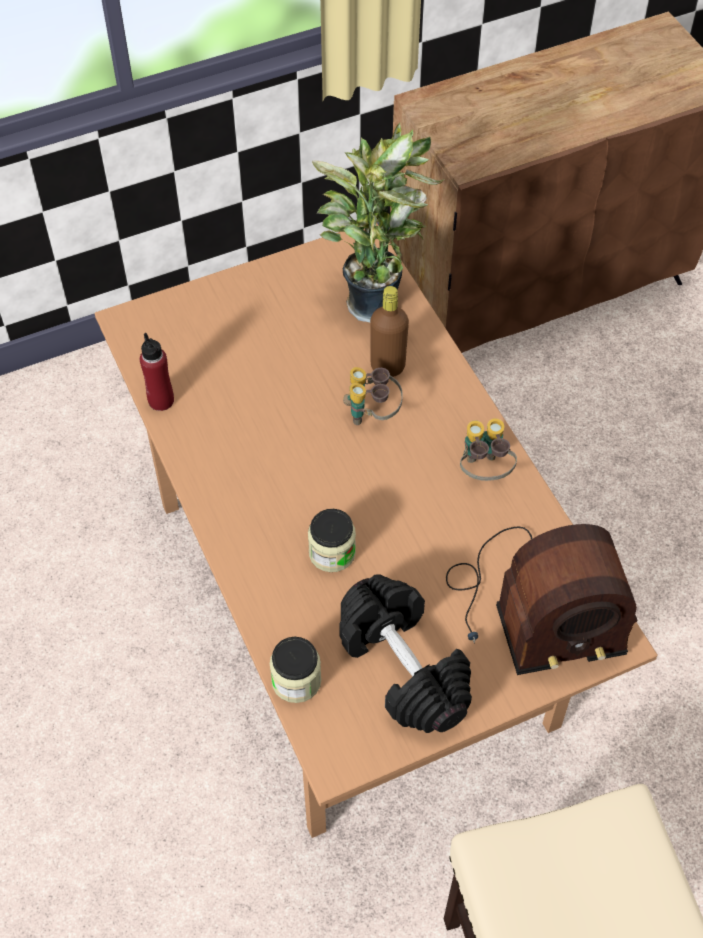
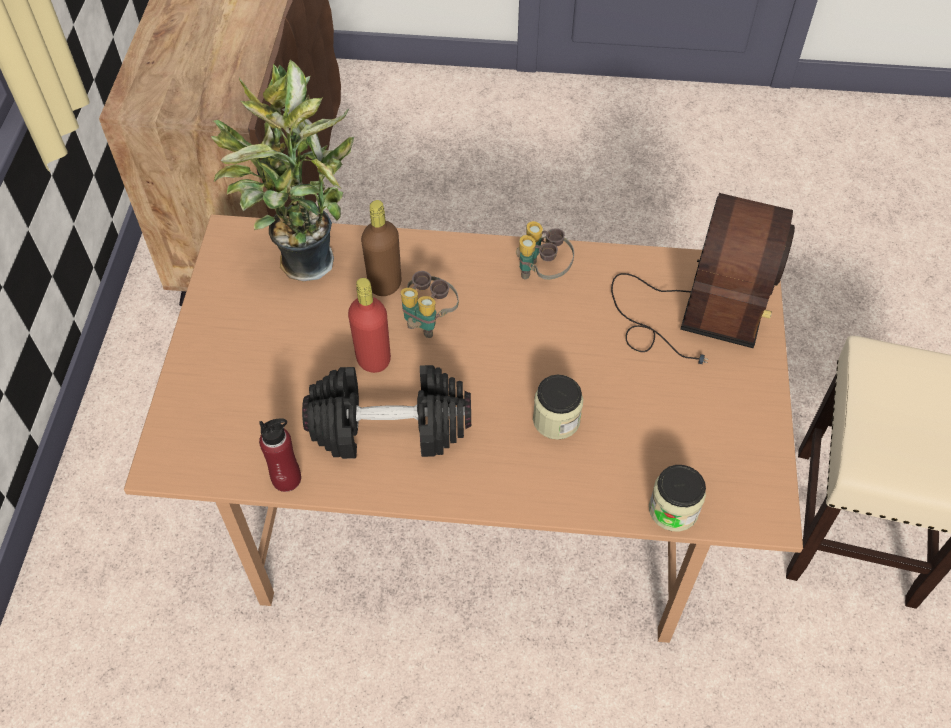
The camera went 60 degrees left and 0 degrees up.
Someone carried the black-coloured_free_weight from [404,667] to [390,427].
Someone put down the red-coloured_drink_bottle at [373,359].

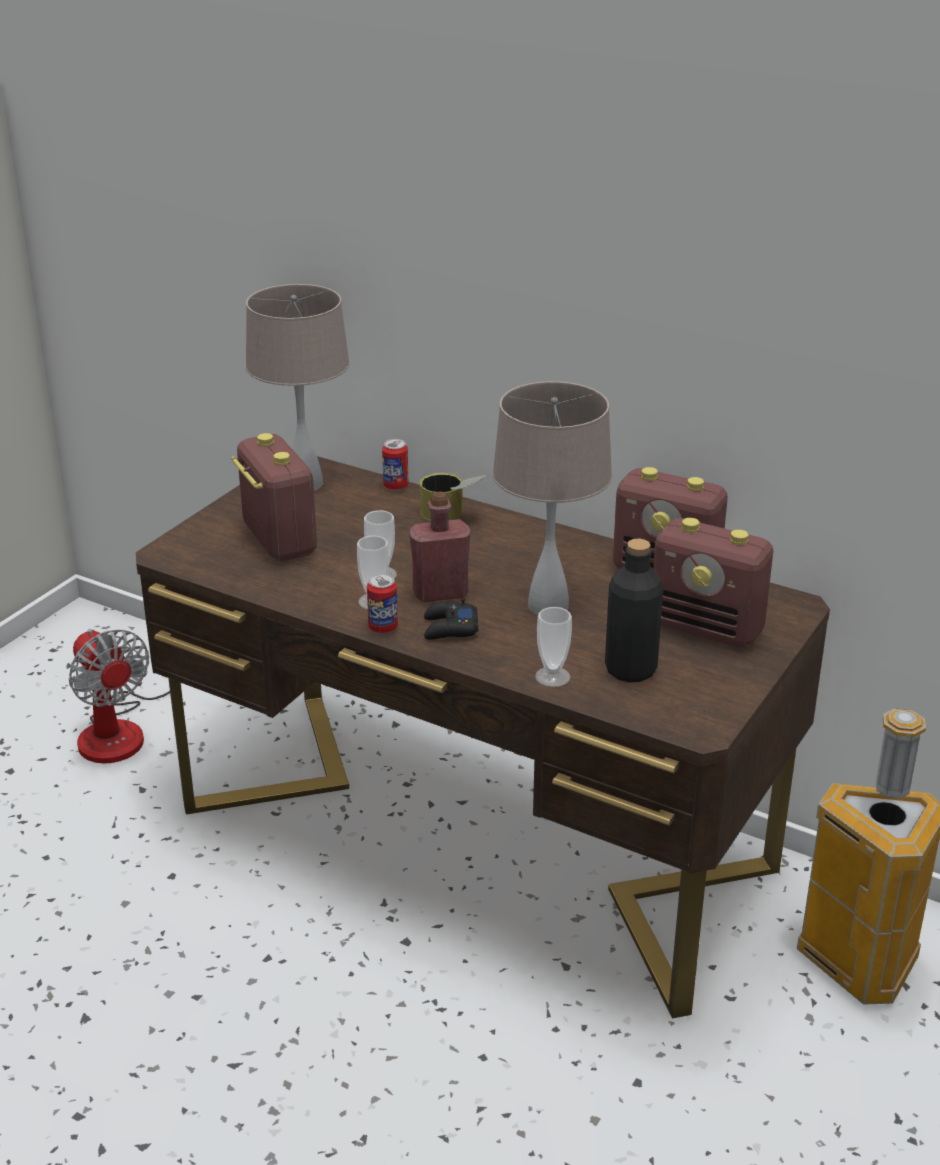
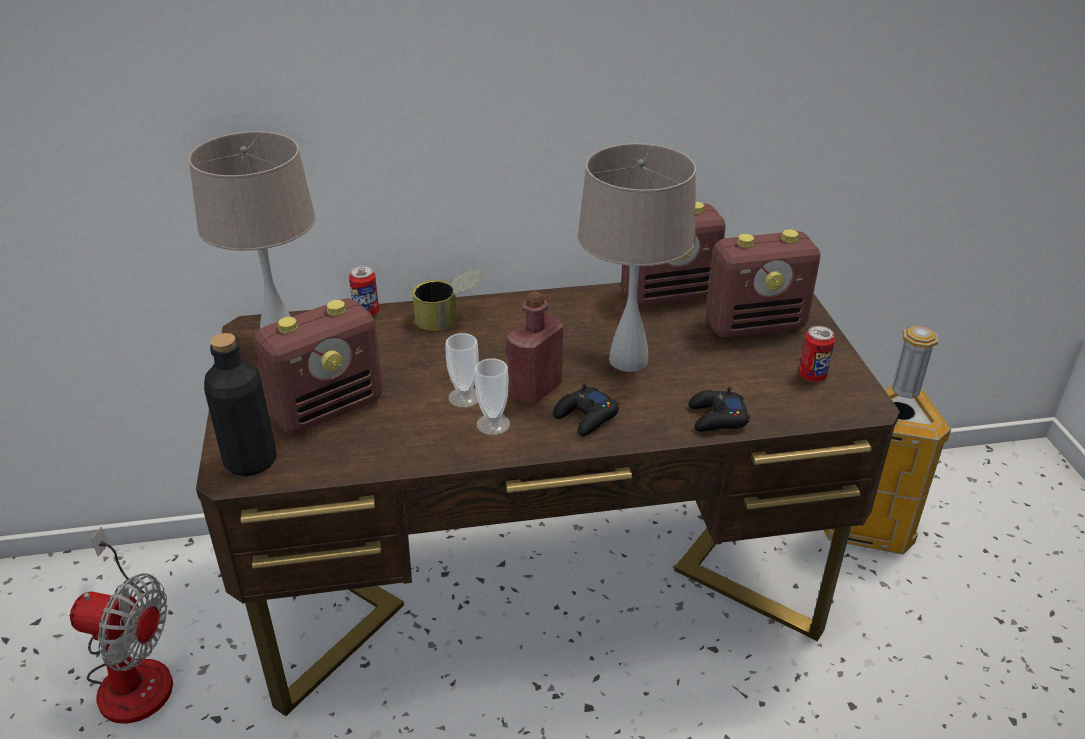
The camera went 40 degrees left and 5 degrees up.
Someone rotated the radio_set at [278,540] by 120 degrees clockwise.
Someone carried the metal_can from [383,628] to [812,376].
Someone swapped the drinking_cup at [552,677] for the black-coloured_gamepad at [716,418].
Someone carried the black-coloured_drink_bottle from [630,670] to [251,461].

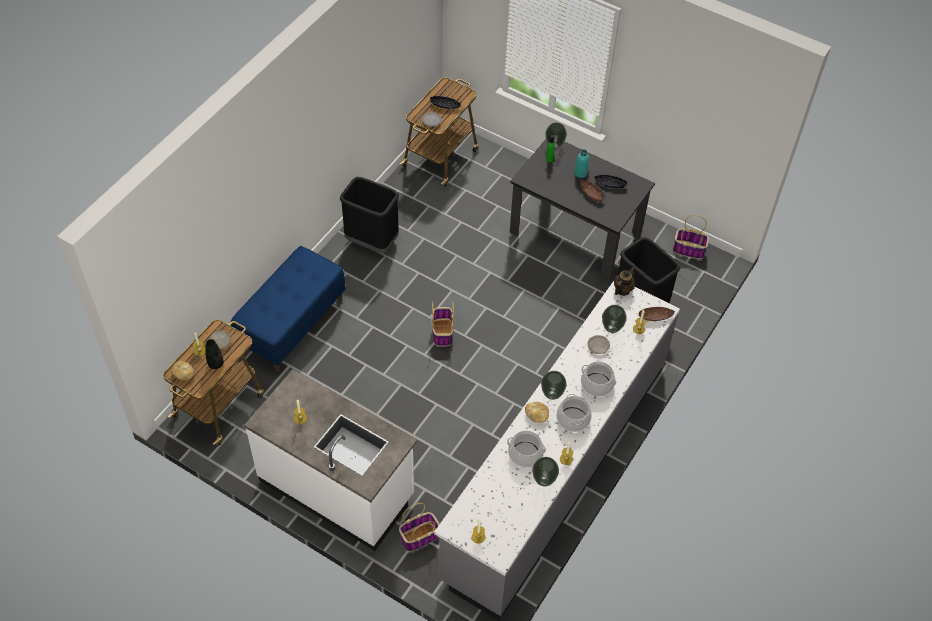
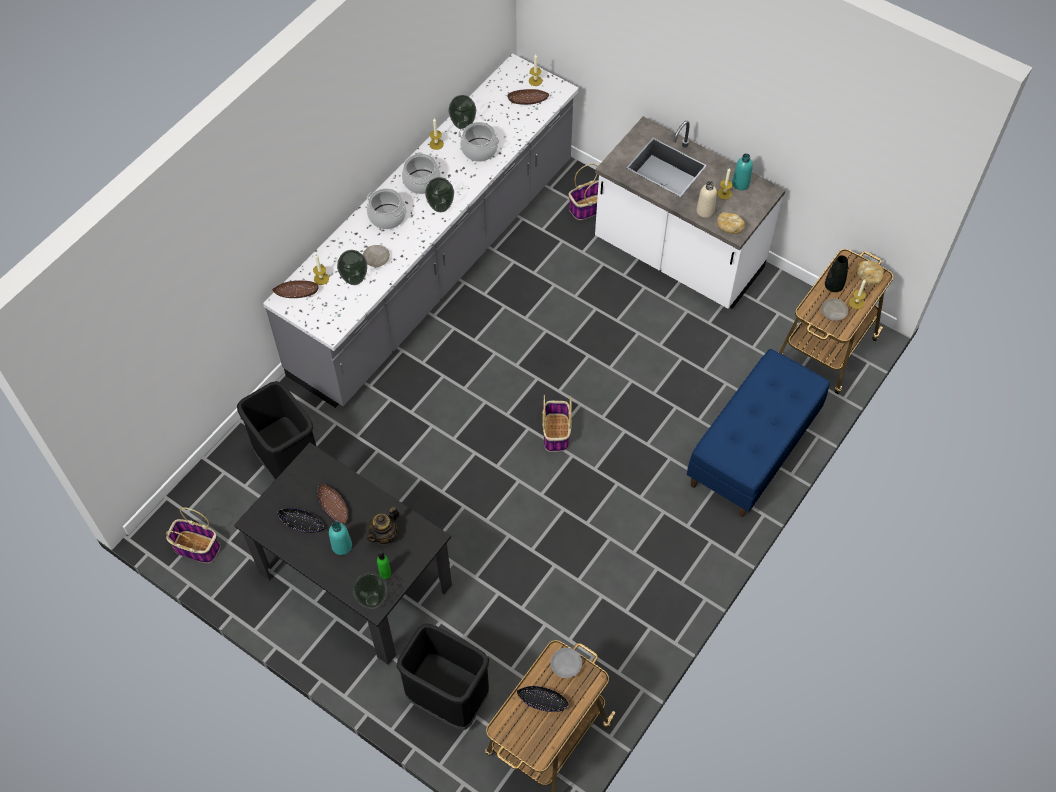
The camera went 175 degrees left and 5 degrees up.
Someone carried the black-coloured_rubbish_bin from [372,241] to [447,699].
Someone carried the bakery_bread from [537,415] to [729,227].
Someone carried the teapot from [622,290] to [384,535].
Someone put down the brown-coloured_deep_dish at [528,100].
Someone put down the beige-coloured_drink_bottle at [705,211].
Someone put down the turquoise_drink_bottle at [740,183].

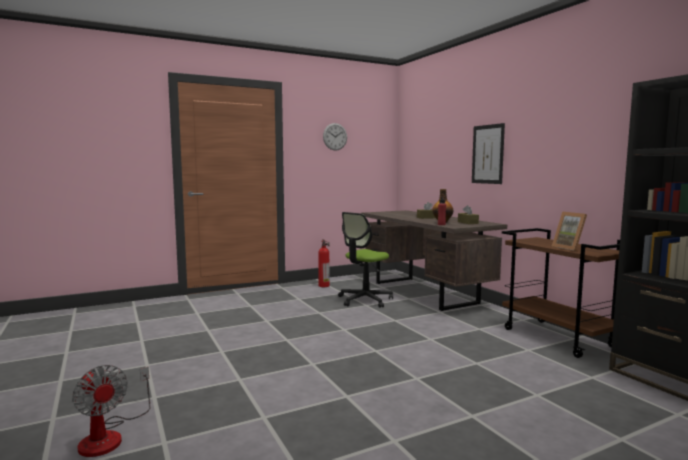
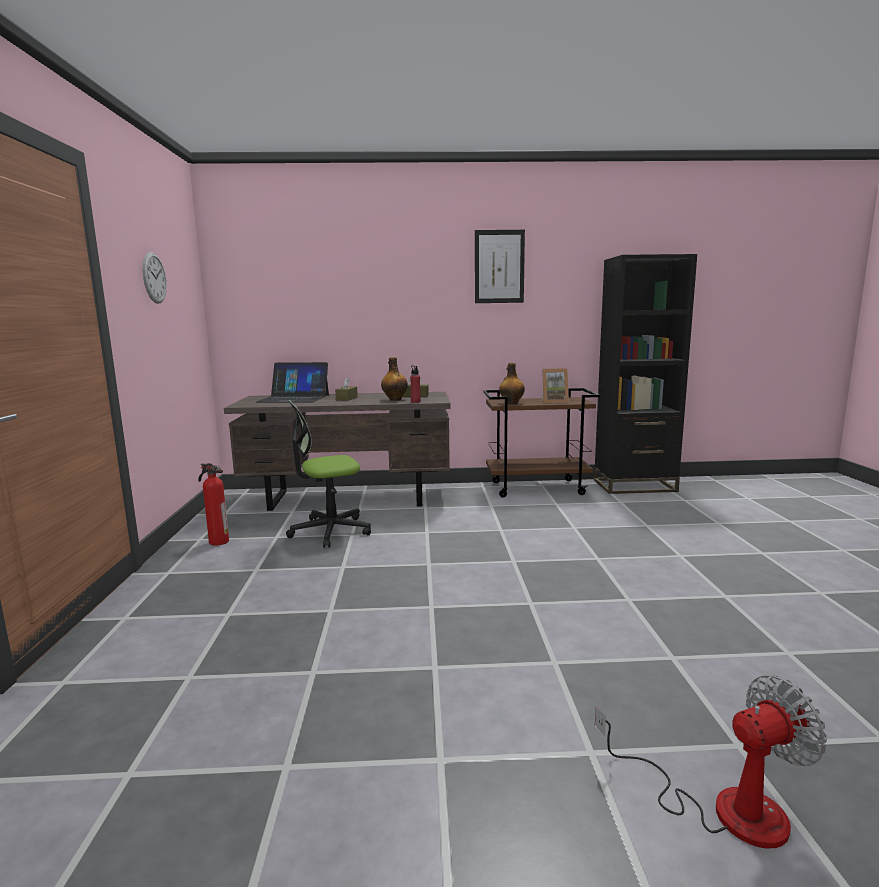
The camera went 65 degrees left and 5 degrees up.
Someone rotated the computer_chair at [364,300] by 90 degrees clockwise.
Someone carried the wall_picture from [487,154] to [499,267].
Someone put down the laptop at [294,398].
Someone put down the drink_bottle at [511,403].

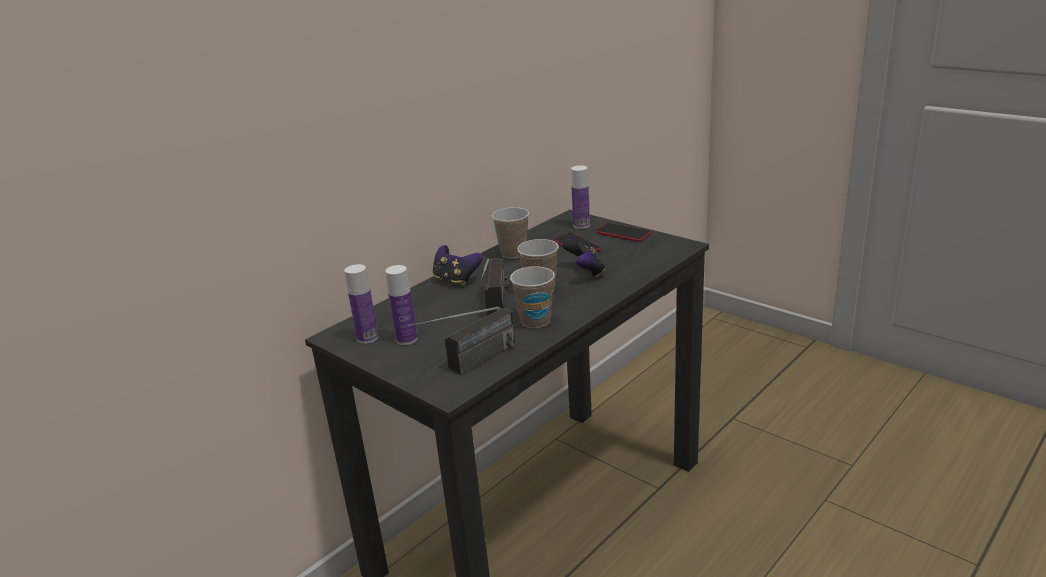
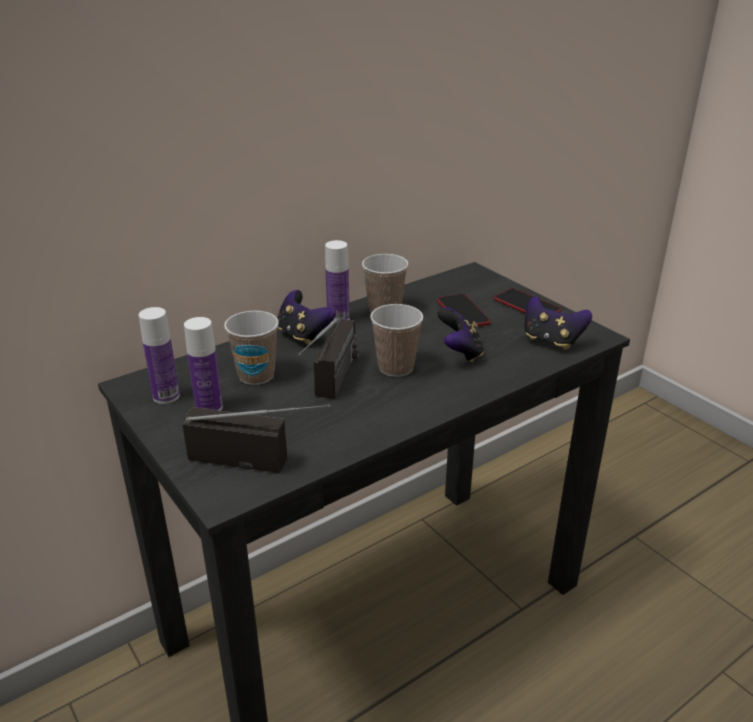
The camera went 10 degrees right and 5 degrees up.
Someone rotated the radio_set at [469,365] by 135 degrees counterclockwise.
Someone carried the drinking_cup from [535,321] to [256,375].
Someone carried the drink_bottle from [581,225] to [338,319].
Someone put down the gamepad at [551,340].

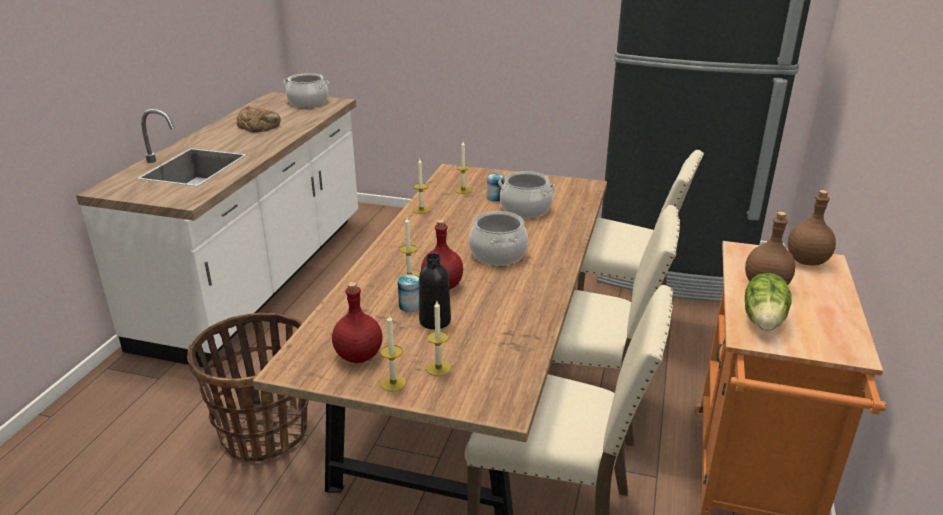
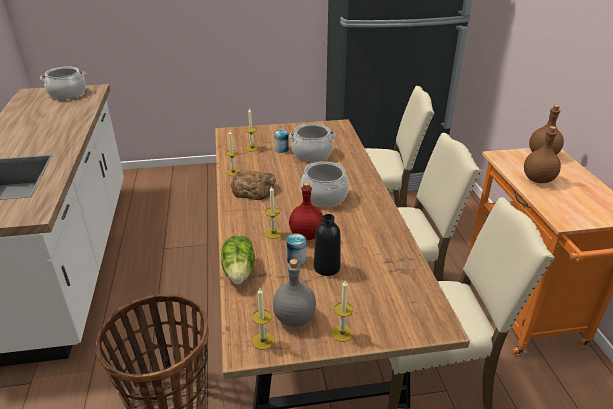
The camera went 25 degrees left and 5 degrees up.
Someone carried the bakery_bread from [259,125] to [253,189].
Someone repainted the red-coloured_drink_bottle at [358,356], which became the gray_drink_bottle at [294,318].
Someone carried the candle from [438,368] to [263,341].
Someone carried the lettuce_head from [764,320] to [240,271].

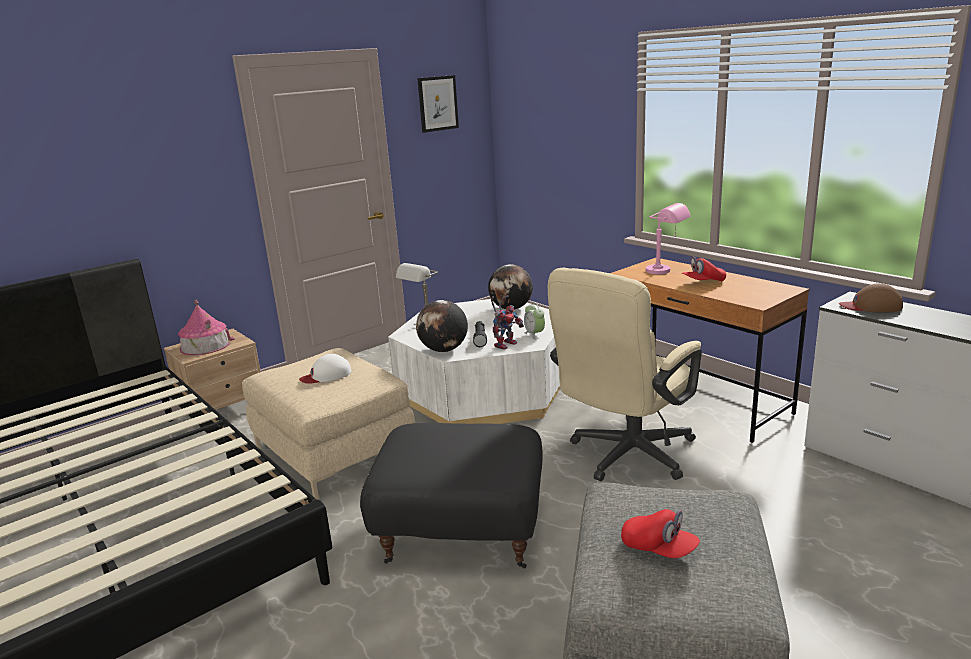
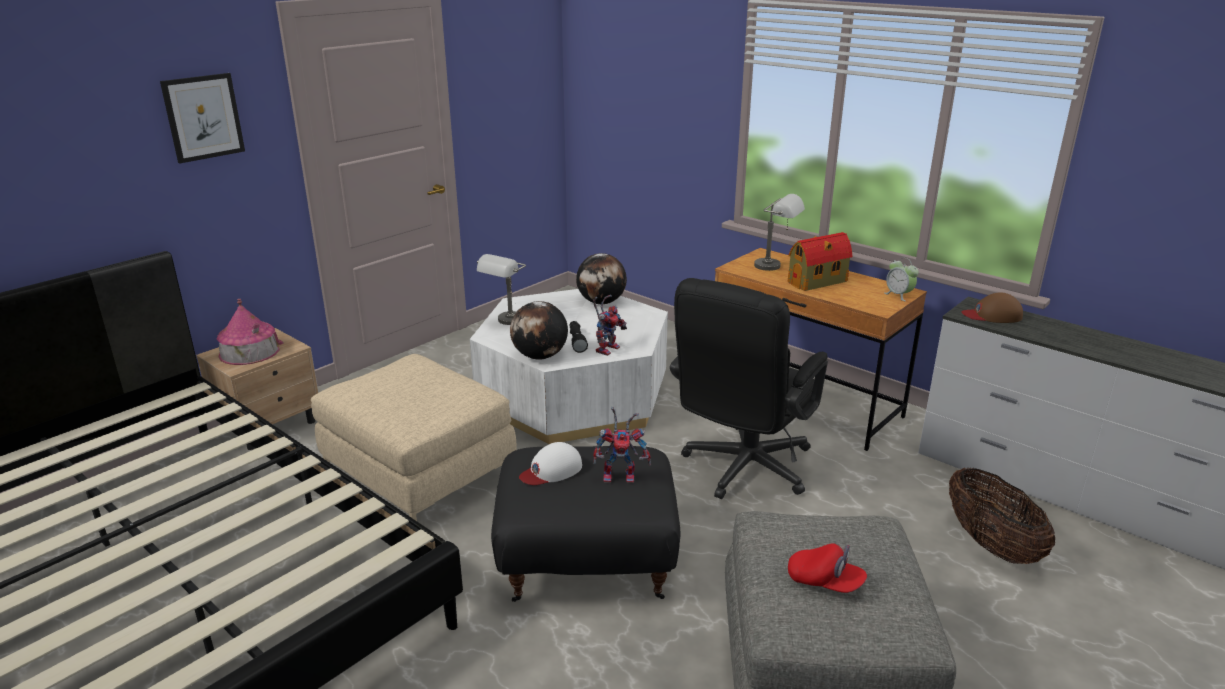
The camera went 10 degrees left and 5 degrees up.
Someone carried the white_baseball_cap from [326,375] to [551,470].
Someone carried the wall_picture from [437,103] to [203,117].
Someone carried the bedside_clock from [534,334] to [899,295].
Someone repainted the beige-coloured_computer_chair at [625,457], which became the black-coloured_computer_chair at [742,471].
Someone repainted the pinkish_tabletop_lamp at [666,271], which became the gray_tabletop_lamp at [776,267].
Someone swapped the red-coloured_baseball_cap at [703,282] for the toy_house at [818,281].
Someone put down the model_robot at [621,475].
Someone put down the storage_basket at [991,544].

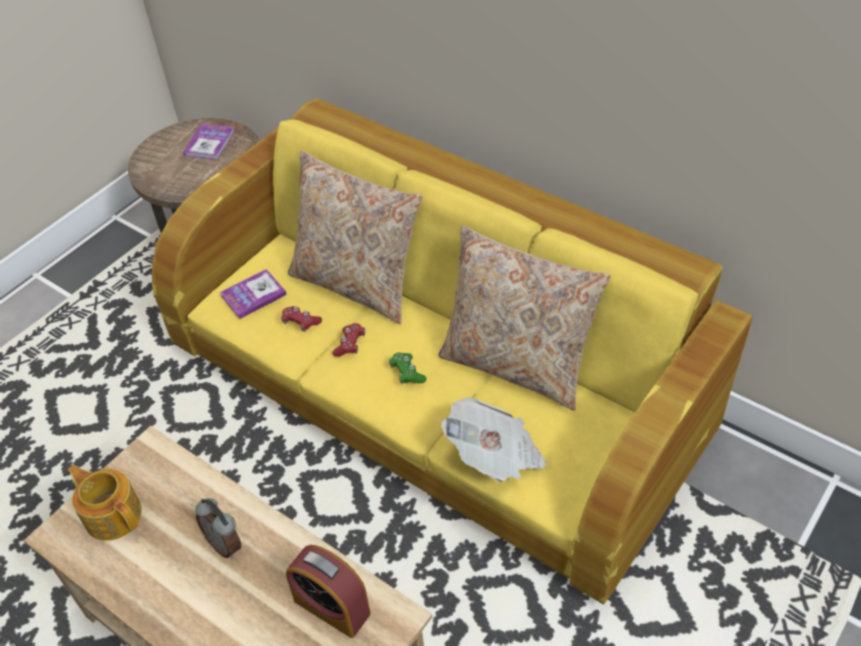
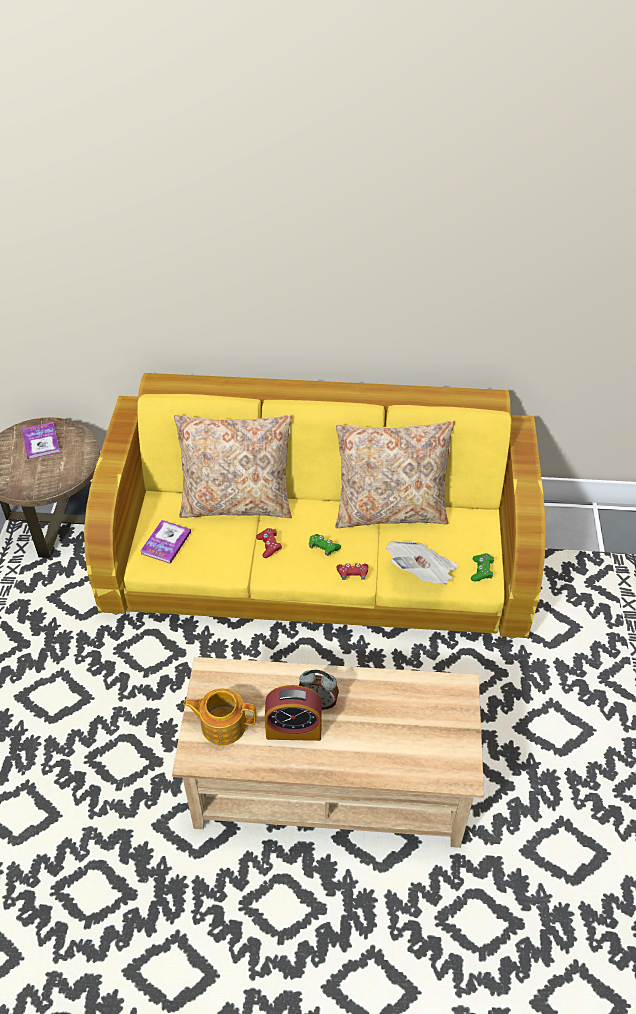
The camera went 35 degrees left and 0 degrees up.
Someone carried the red-coloured_gamepad from [301,322] to [352,574].
Someone carried the bedside_clock from [332,607] to [294,729].
Someone put down the greenish_gamepad at [481,571].

